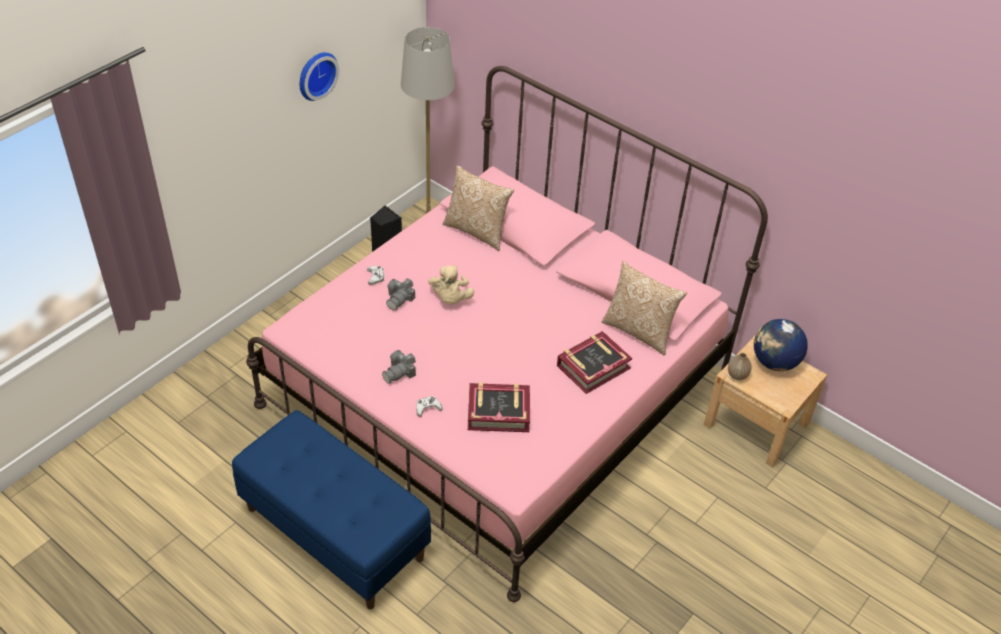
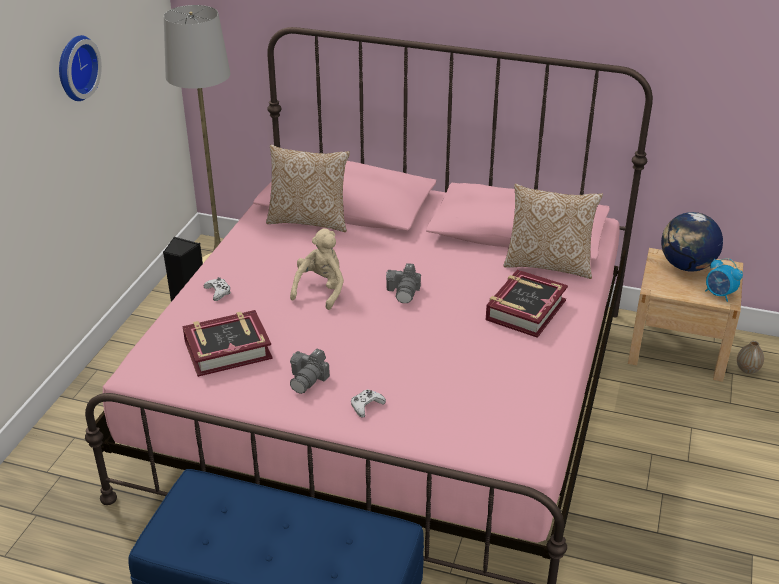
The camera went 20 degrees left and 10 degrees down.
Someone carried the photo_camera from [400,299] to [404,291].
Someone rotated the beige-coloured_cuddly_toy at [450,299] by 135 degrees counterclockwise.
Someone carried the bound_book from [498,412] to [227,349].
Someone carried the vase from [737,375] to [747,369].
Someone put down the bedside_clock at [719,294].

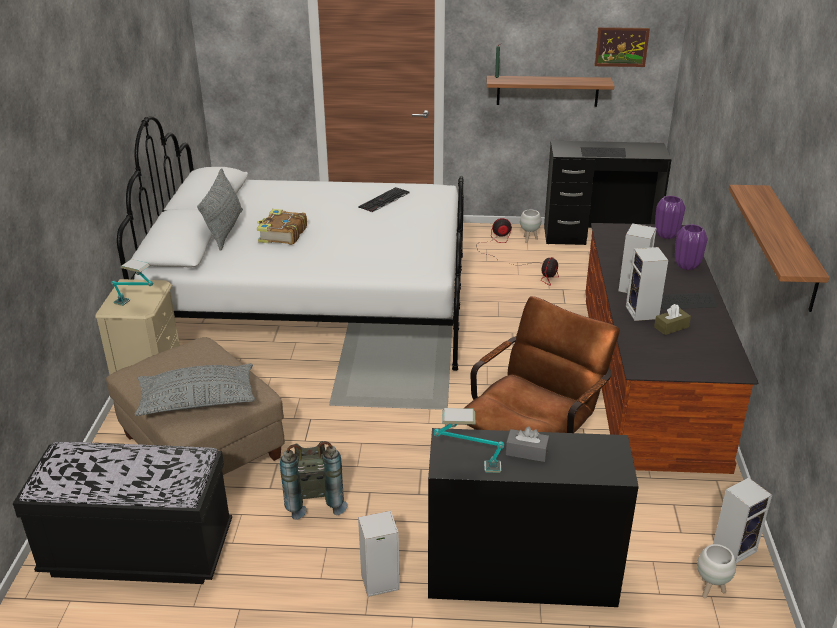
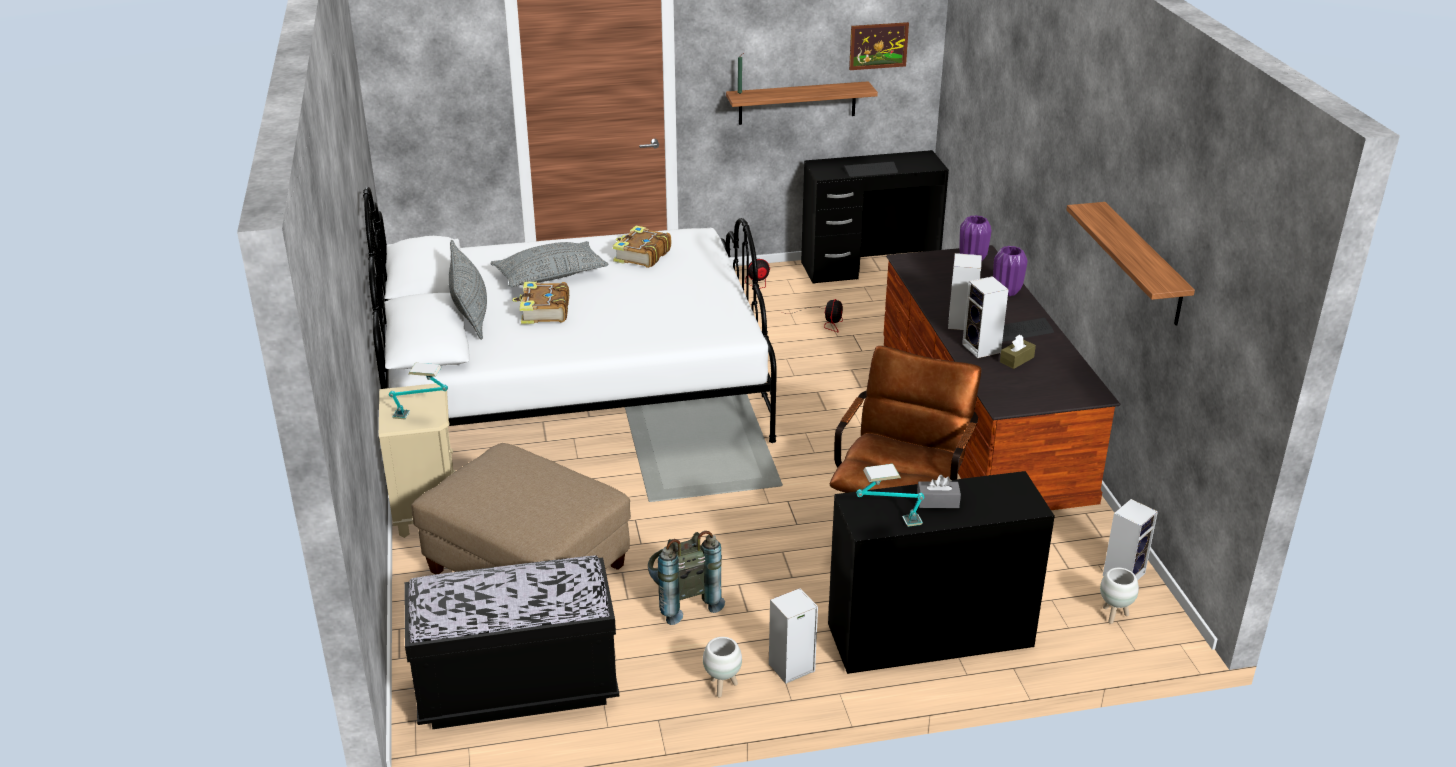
The camera went 15 degrees left and 0 degrees up.
Someone carried the gray_throw_pillow from [197,401] to [550,276].
Someone swapped the keyboard at [384,200] for the bound_book at [641,255].
Someone carried the white_planter from [529,239] to [722,687].

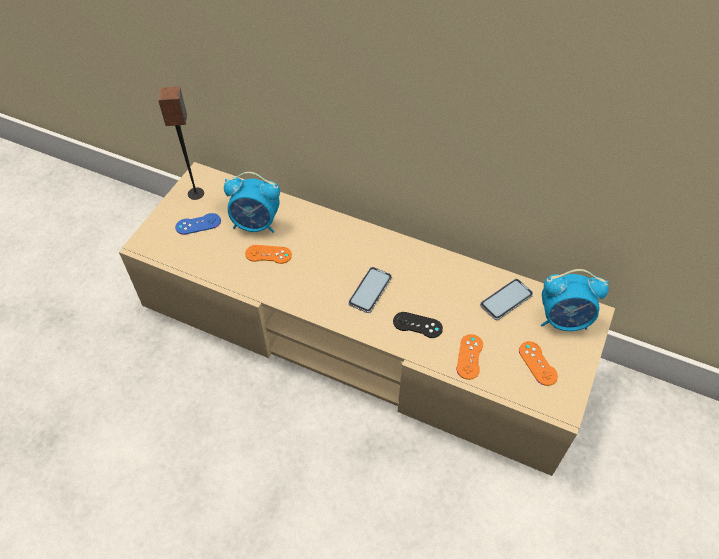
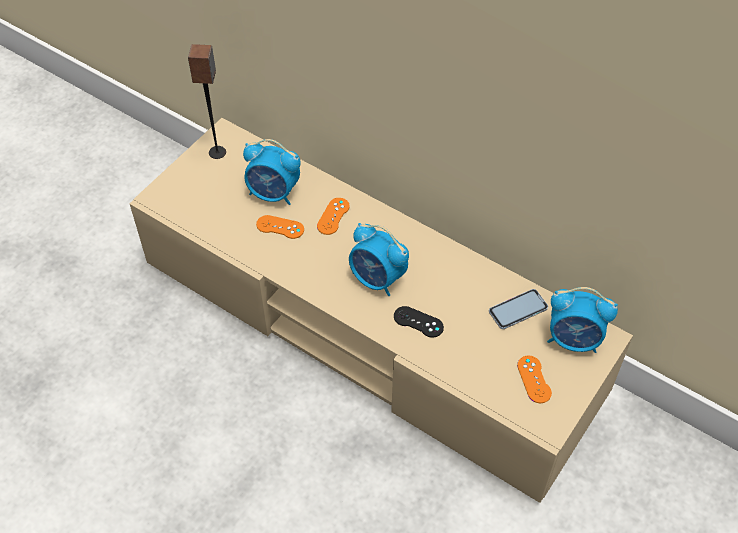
The camera went 10 degrees right and 0 degrees up.
Someone took away the blue-coloured_gamepad at [198,224].
Someone swapped the handset at [370,290] for the bedside_clock at [377,279].
Someone carried the orangey_gamepad from [469,356] to [333,216].

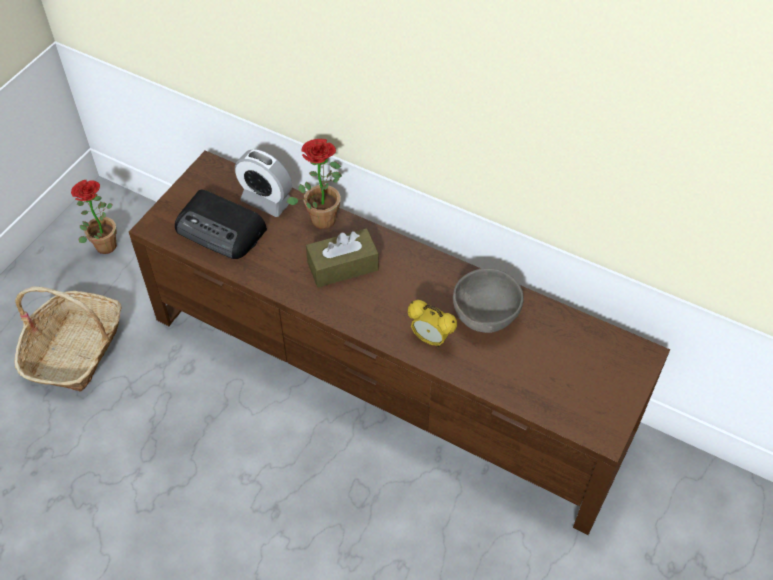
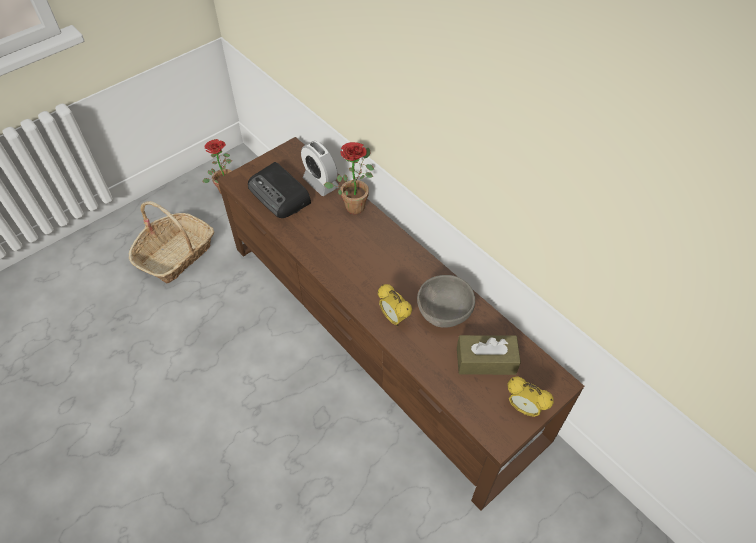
The camera went 20 degrees right and 0 degrees up.
Someone carried the brown-coloured_tissue_holder from [343,266] to [486,361].
Someone put down the bedside_clock at [523,408].

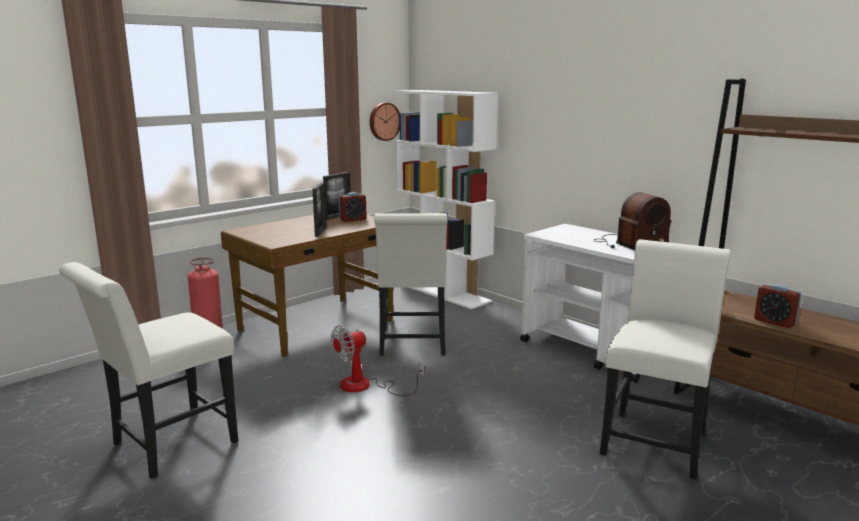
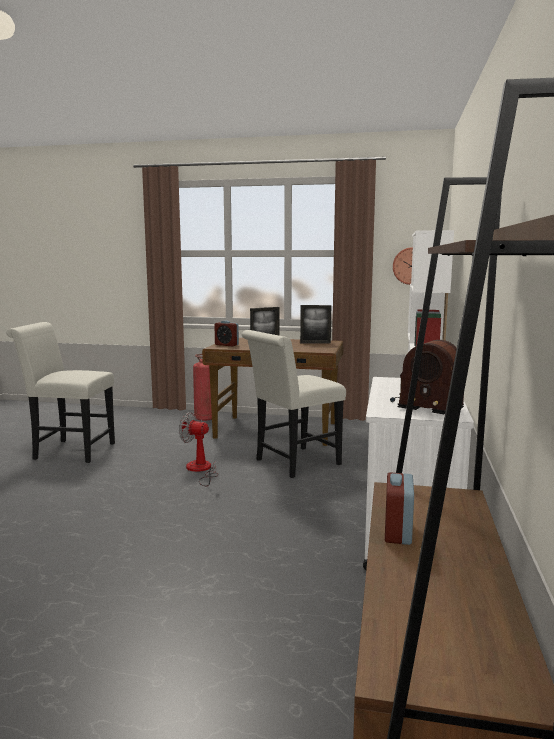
The camera went 55 degrees right and 5 degrees down.
Someone carried the bedside_clock from [353,219] to [226,345].
Someone took away the white_chair at [655,439].

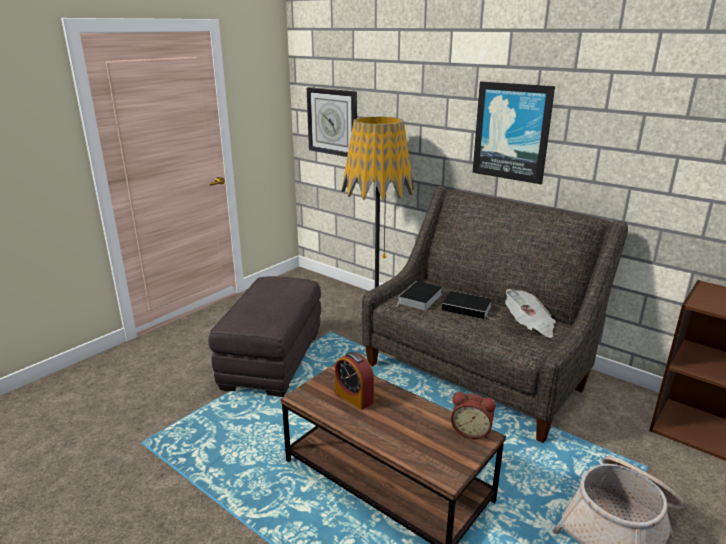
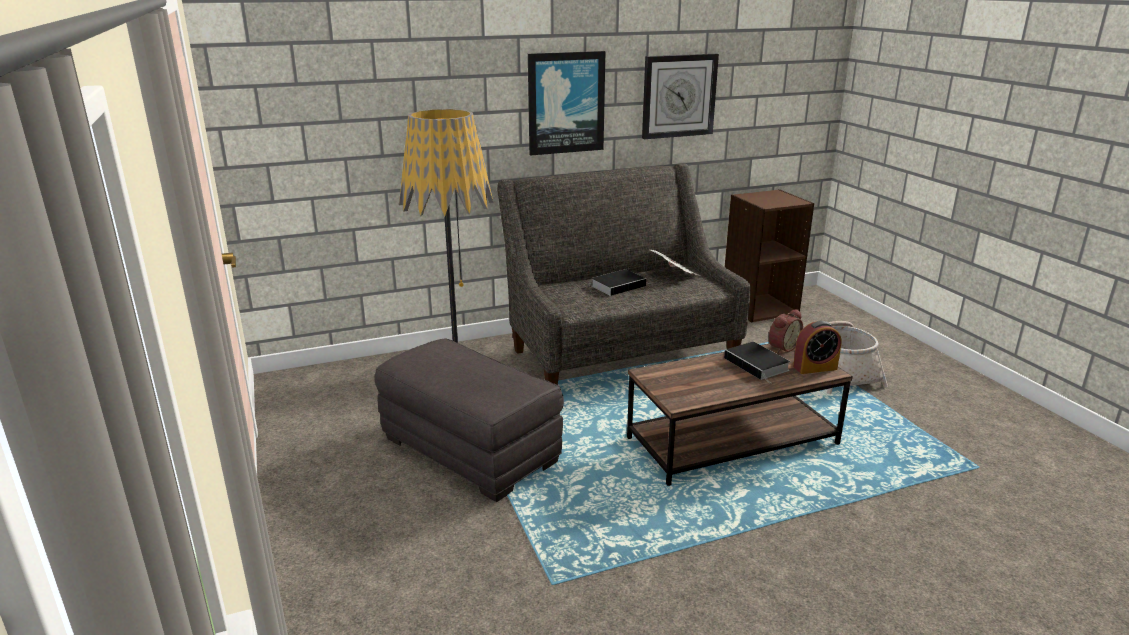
The camera went 60 degrees left and 0 degrees up.
Someone carried the clock_on_the_wall from [333,122] to [678,96].
Someone carried the bedside_clock from [354,397] to [815,368].
Someone carried the bound_book from [420,299] to [758,365].

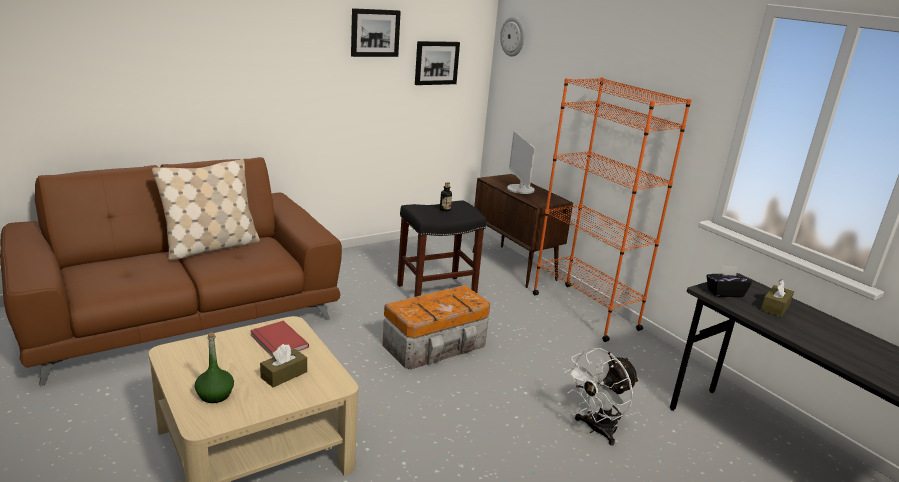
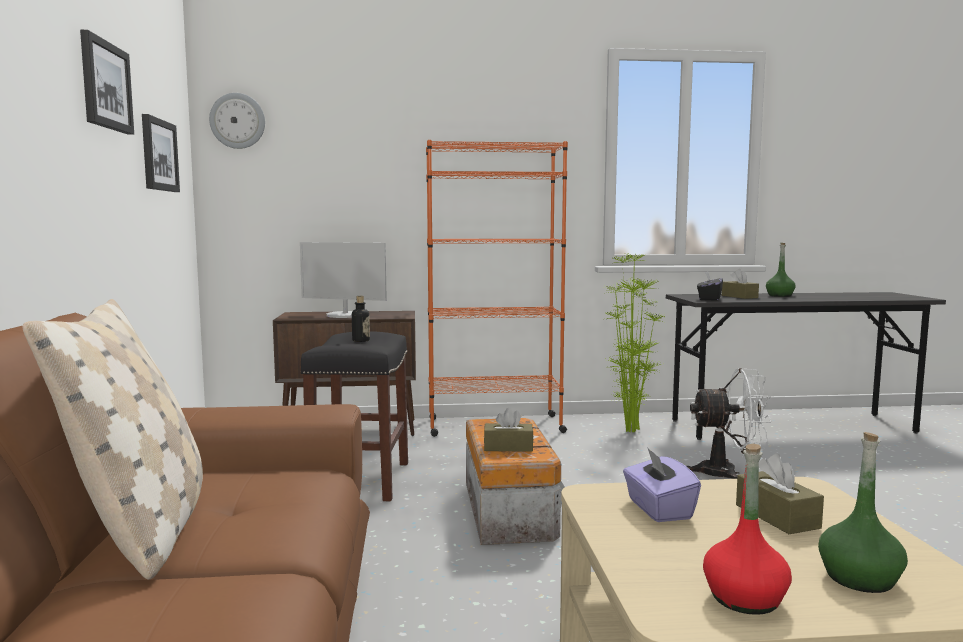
The camera went 60 degrees left and 15 degrees down.
Someone swapped the red-coloured_bound_book at [277,342] for the purple_tissue_holder at [658,509].
Someone rotated the white_fan at [596,430] by 75 degrees counterclockwise.
Someone put down the brown-coloured_tissue_holder at [508,447].
Someone put down the plant_in_a_pot at [629,430].
Someone put down the red-coloured_drink_bottle at [745,599].
Someone put down the greenish_drink_bottle at [779,295].

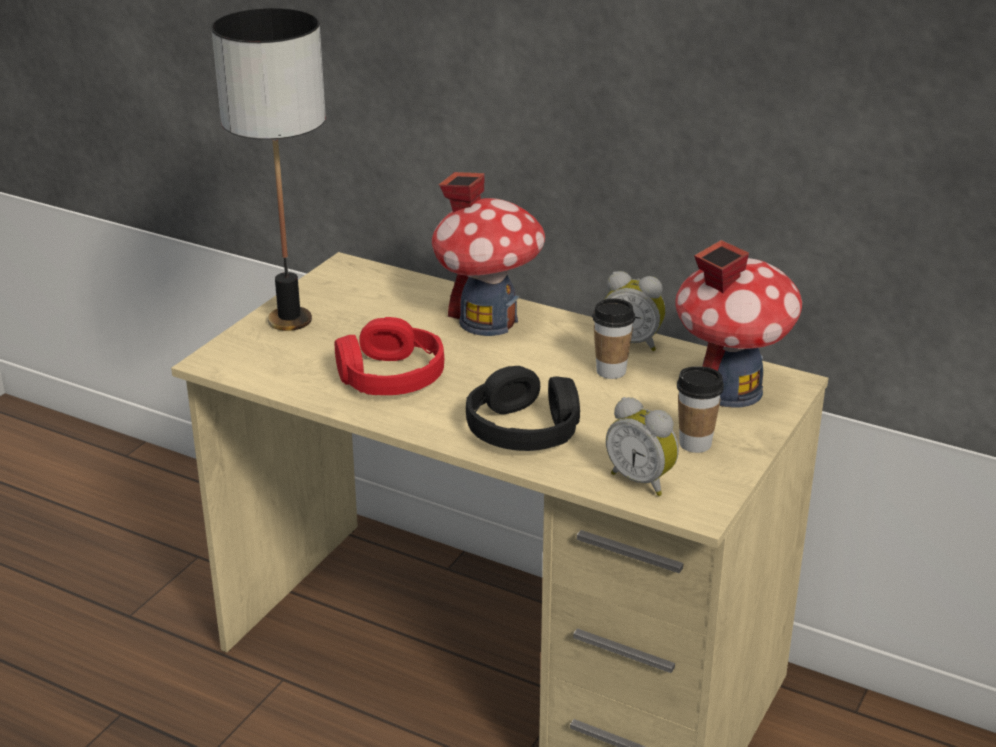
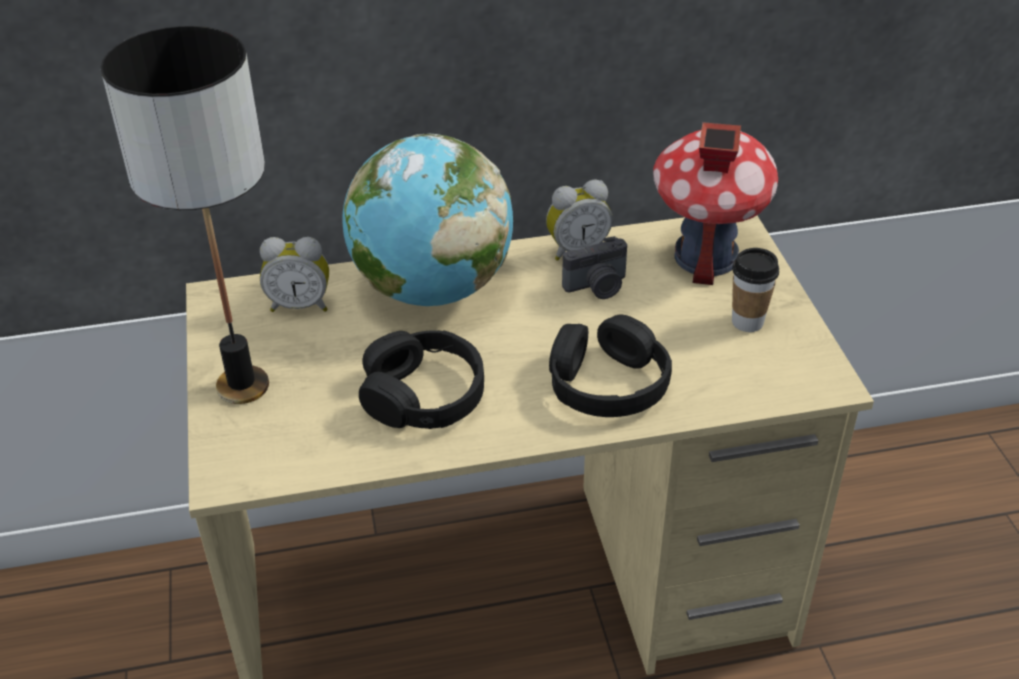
The camera went 40 degrees left and 10 degrees up.
Someone repainted the red-coloured_pair_of_headphones at [390,376], which became the black-coloured_pair_of_headphones at [423,395].
Someone swapped the toy_house at [488,321] for the desk_globe at [431,289].
Someone swapped the drinking_cup at [611,371] for the photo_camera at [597,287].
Someone carried the bedside_clock from [642,480] to [300,304].

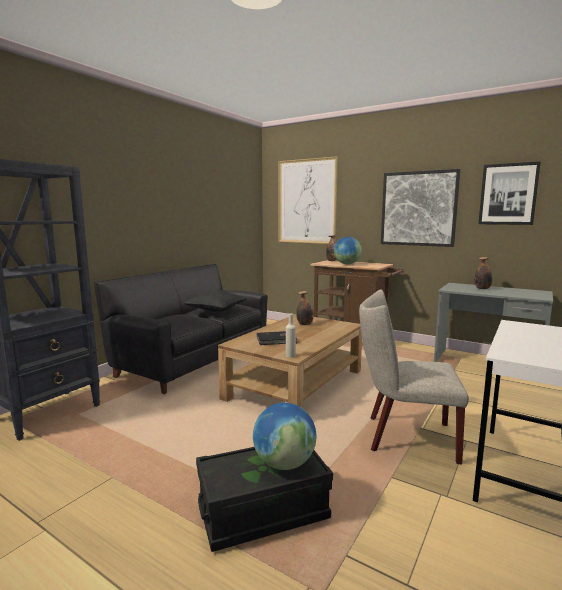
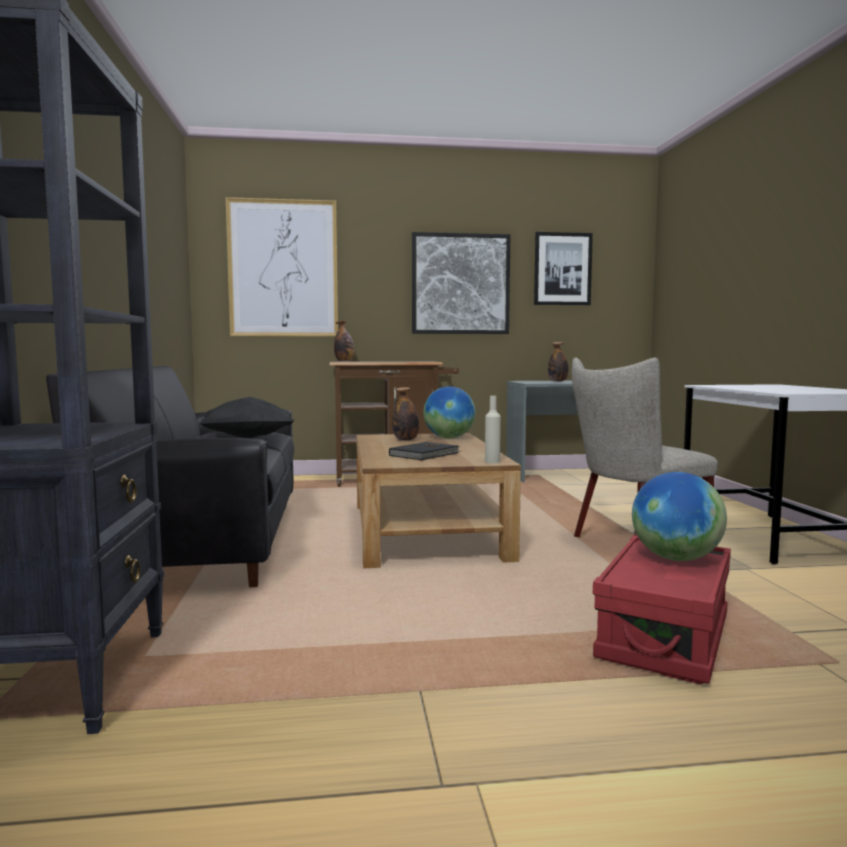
The camera went 40 degrees left and 5 degrees down.
Someone repainted the black-coloured_storage_box at [263,511], which became the red-coloured_storage_box at [664,637].
Someone carried the desk_globe from [347,264] to [448,438].

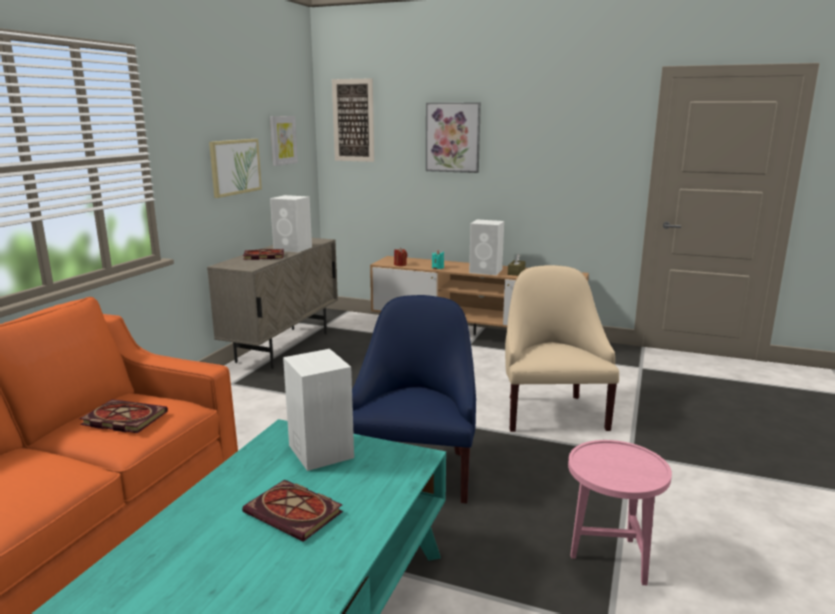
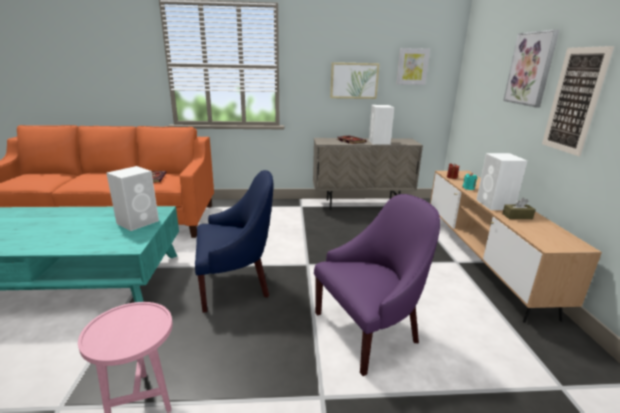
The camera went 65 degrees right and 5 degrees up.
Someone took away the bound_book at [296,513].
Someone carried the wall_picture from [353,120] to [574,101].
Someone repainted the beige-coloured_armchair at [551,412], which became the purple_armchair at [369,330].

